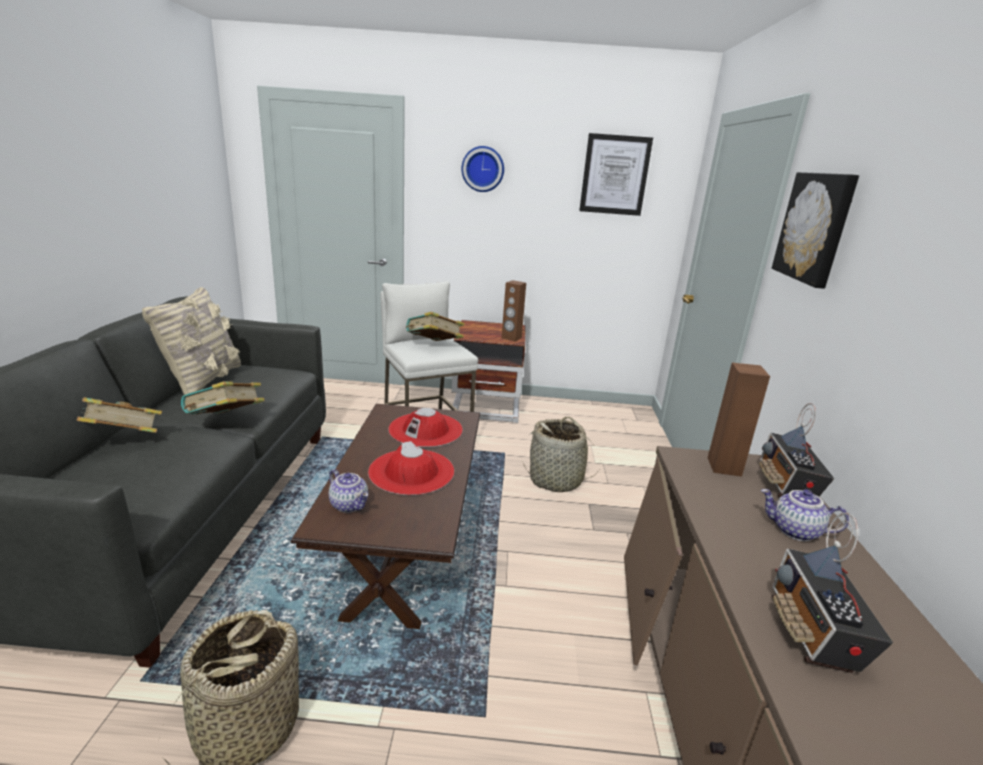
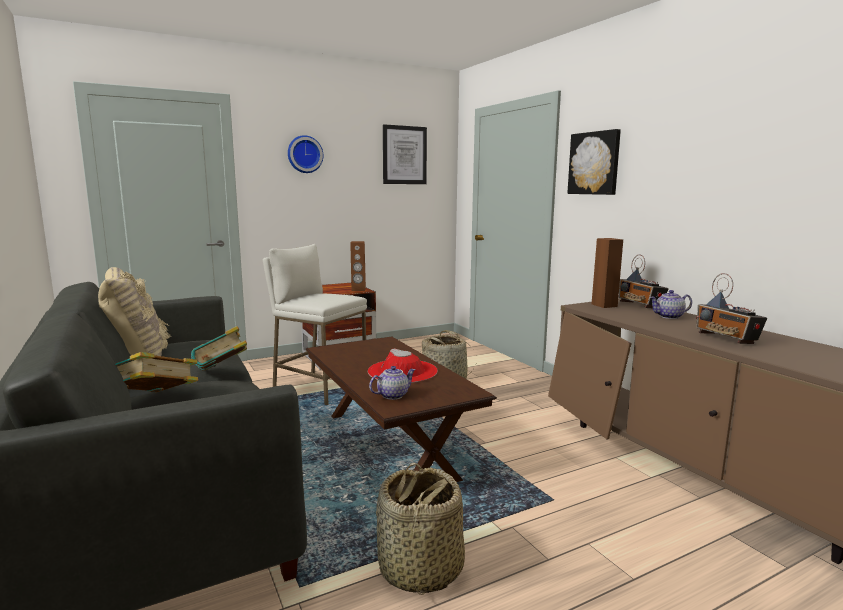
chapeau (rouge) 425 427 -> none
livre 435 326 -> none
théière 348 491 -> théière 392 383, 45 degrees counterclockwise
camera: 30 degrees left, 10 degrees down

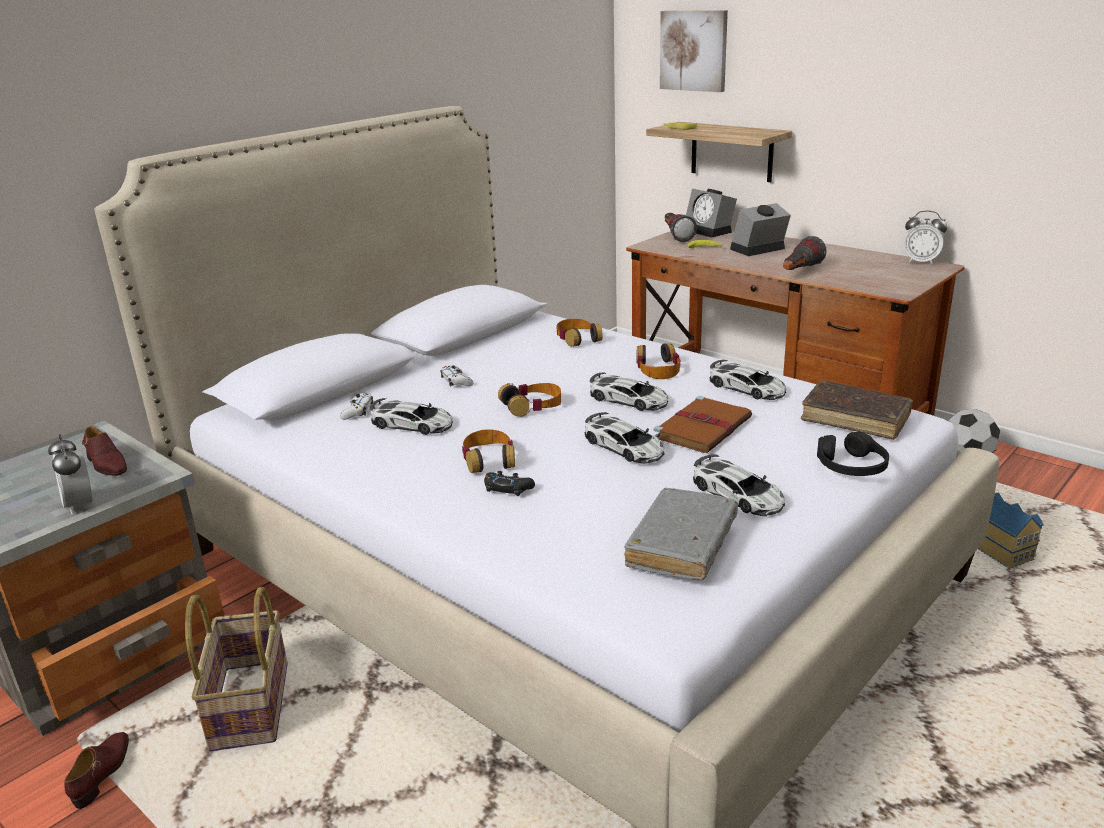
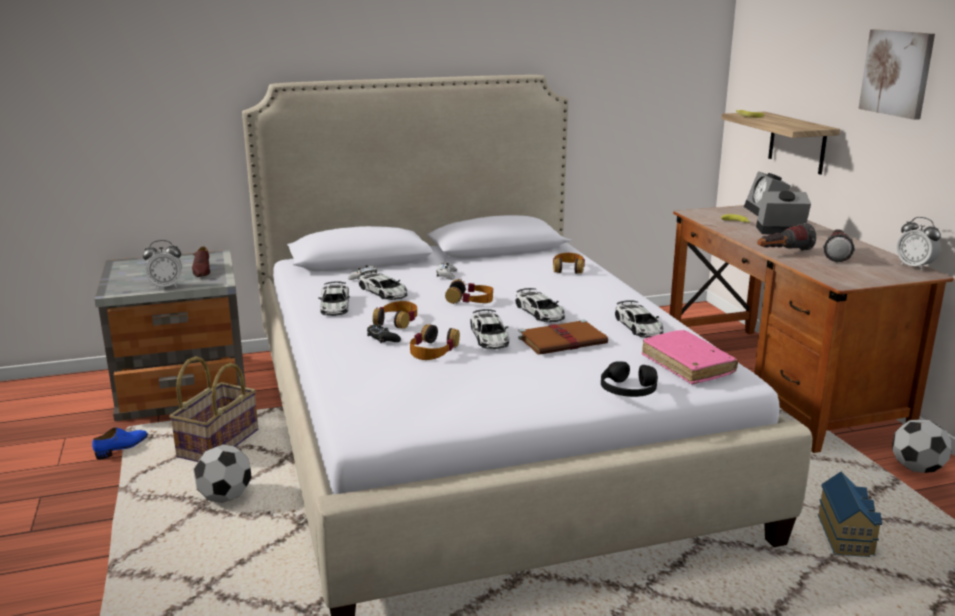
livre (gris) 681 534 -> none
none -> ballon de foot 222 473
casque audio 659 361 -> casque audio 435 342, shifted
tableau 694 51 -> tableau 896 74, shifted
lampe de poche 681 227 -> lampe de poche 839 245, shifted
petite voiture 739 485 -> petite voiture 334 298, shifted
chaussure (marron) 97 770 -> chaussure (bleu) 120 443
livre (marron) 857 410 -> livre (rose) 690 357
réveil 70 474 -> réveil 162 264, 105 degrees counterclockwise
camera: 30 degrees right, 5 degrees down

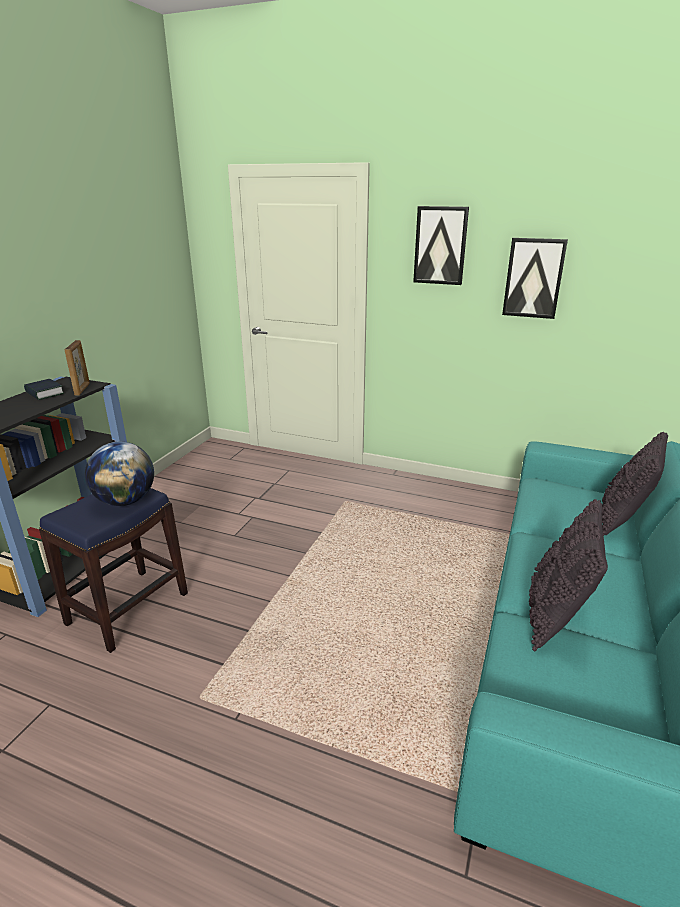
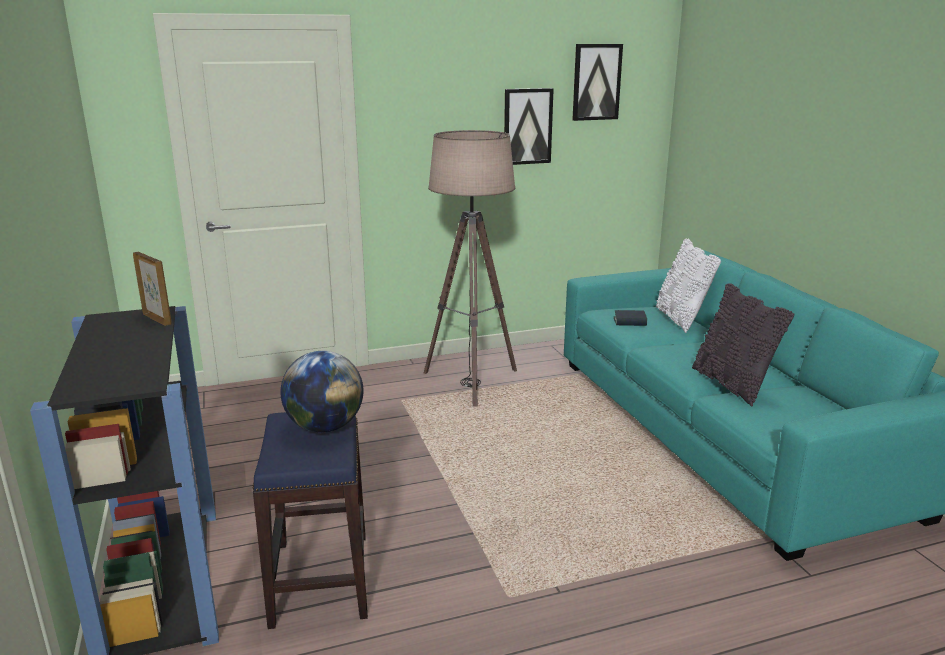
none -> lampadaire 470 268
livre 44 389 -> livre 630 318, shifted
tableau 441 245 -> tableau 597 82, shifted
coussin (noir) 635 484 -> coussin (blanc) 688 286
camera: 40 degrees left, 5 degrees down

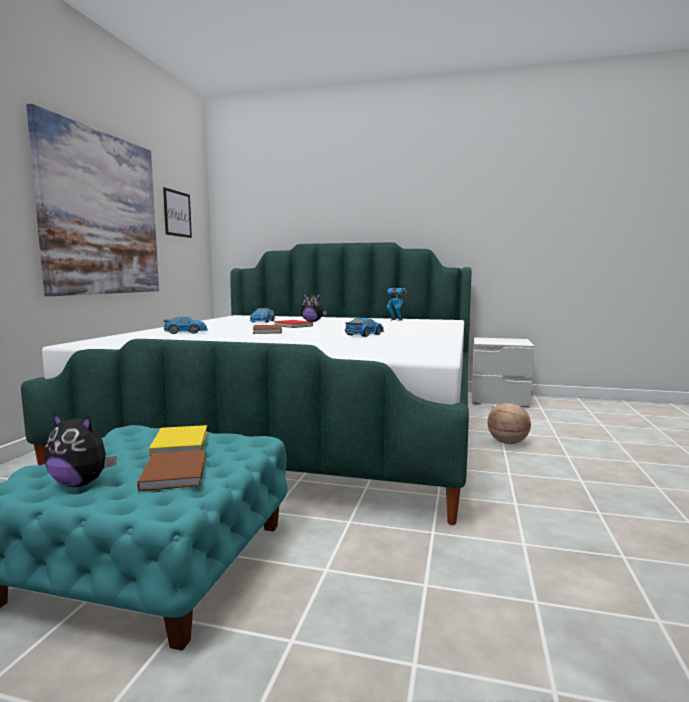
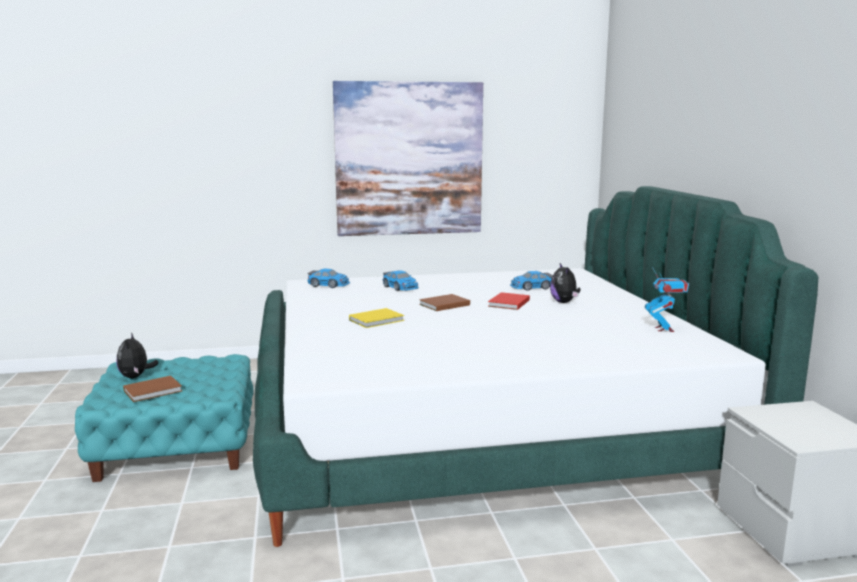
tableau 177 212 -> none
ballon de basket 509 423 -> none
livre (jaune) 178 440 -> livre (jaune) 376 318, shifted
petite voiture 364 327 -> petite voiture 328 278, shifted
camera: 65 degrees right, 5 degrees up

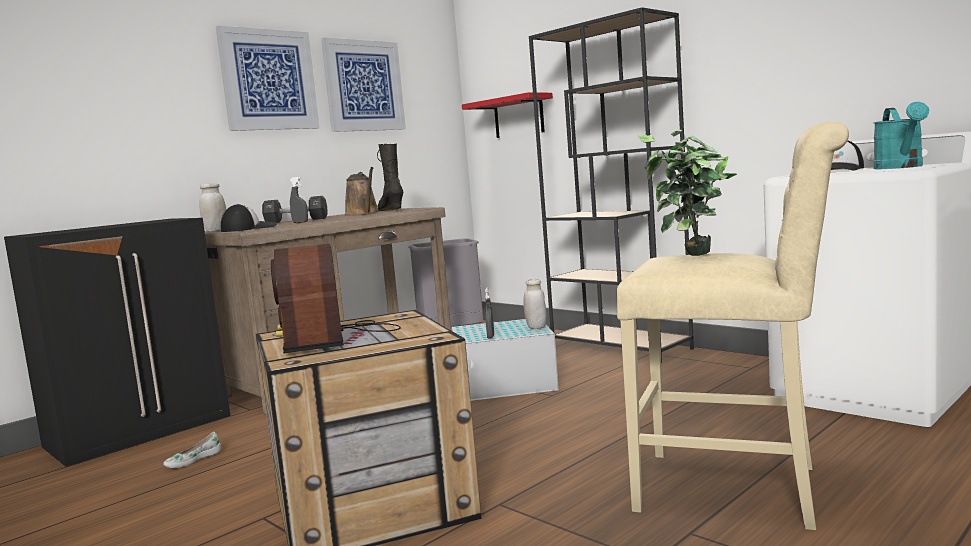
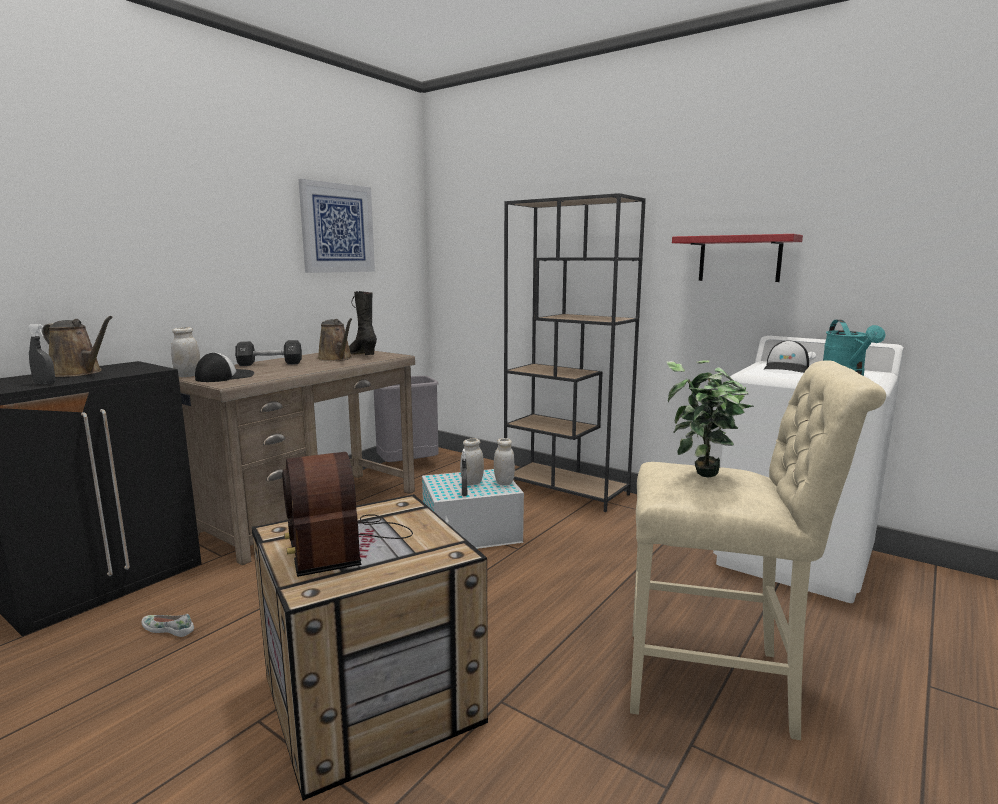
tableau 268 78 -> none
none -> arrosoir (marron) 77 346
none -> bocal (blanc) 472 461
vaporisateur (gris) 299 200 -> vaporisateur (gris) 41 354, shifted
étagère (rouge) 507 115 -> étagère (rouge) 737 258, shifted
chaussure (blanc) 192 450 -> chaussure (blanc) 167 625, 75 degrees clockwise
camera: 10 degrees left, 5 degrees up

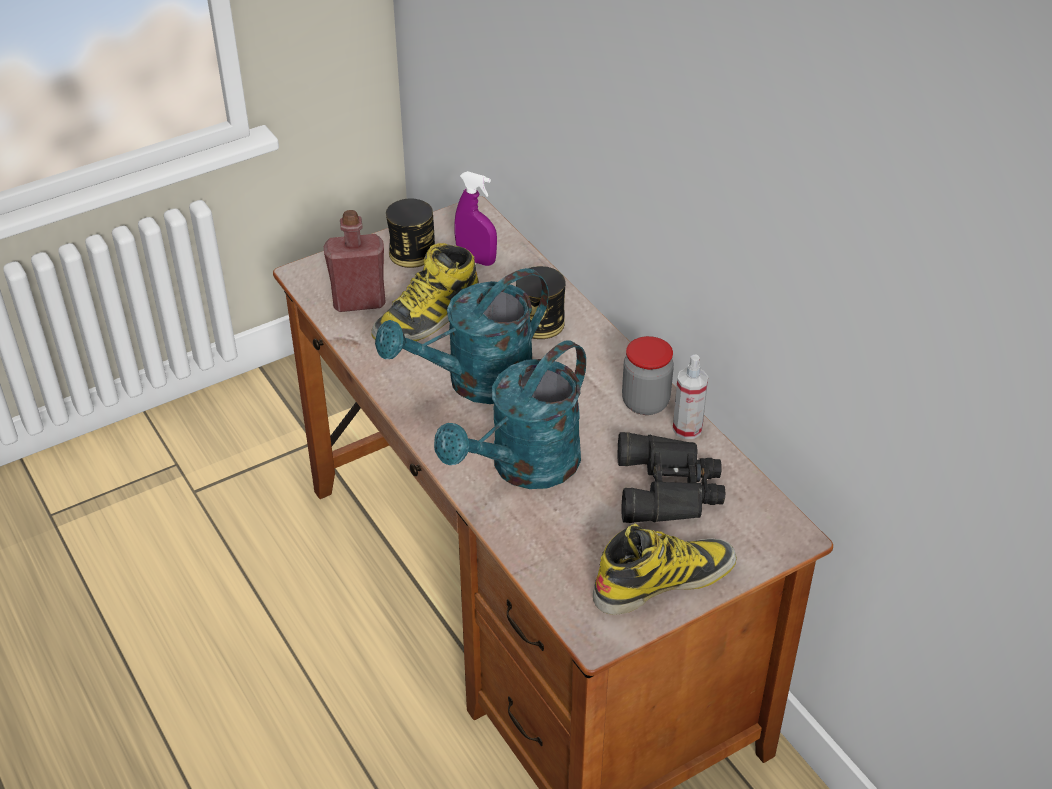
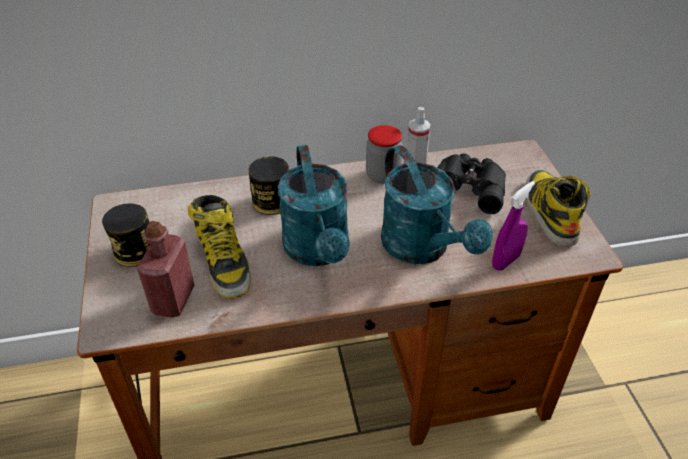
vaporisateur (violet) 475 218 -> vaporisateur (violet) 513 225, shifted
camera: 70 degrees left, 0 degrees up

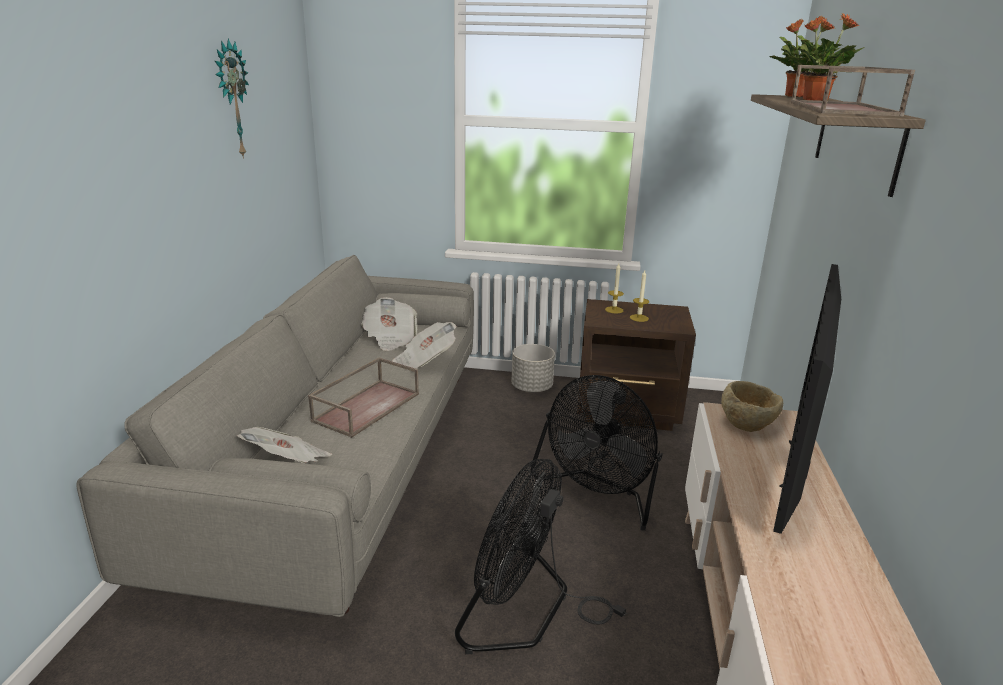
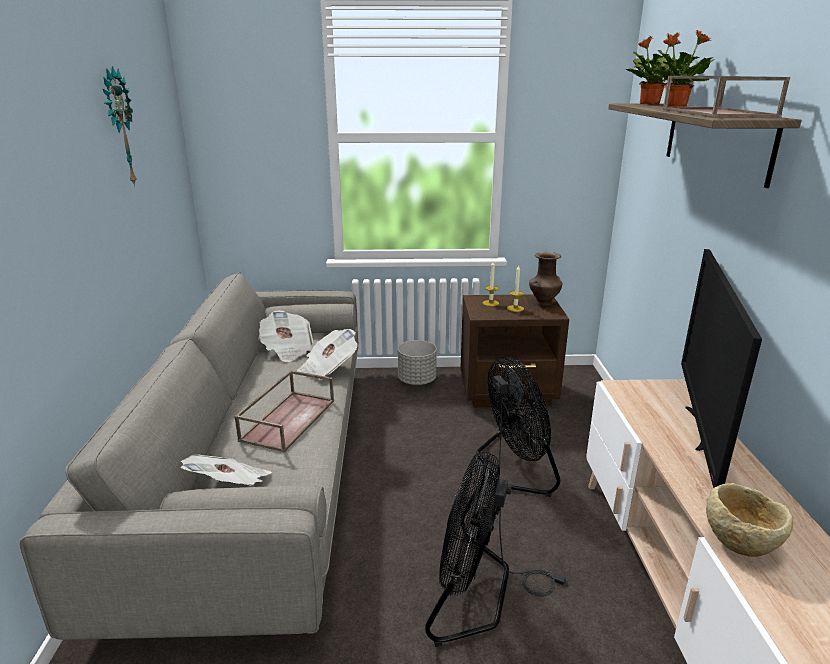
none -> vase (marron) 545 279
bol (beige) 752 406 -> bol (beige) 749 520, shifted
ventilateur (noir) 597 453 -> ventilateur (noir) 507 428, 135 degrees counterclockwise
camera: 10 degrees left, 0 degrees up

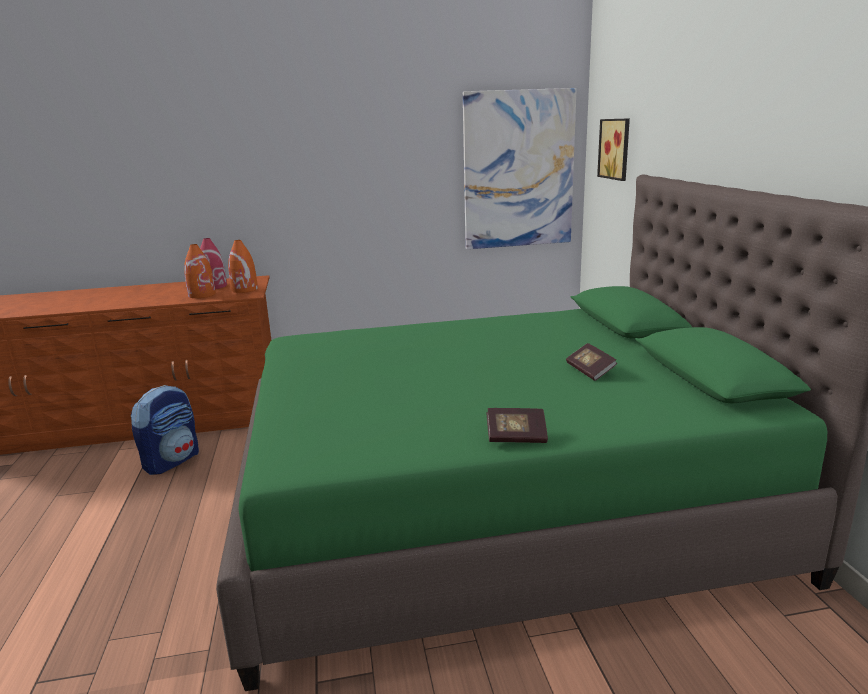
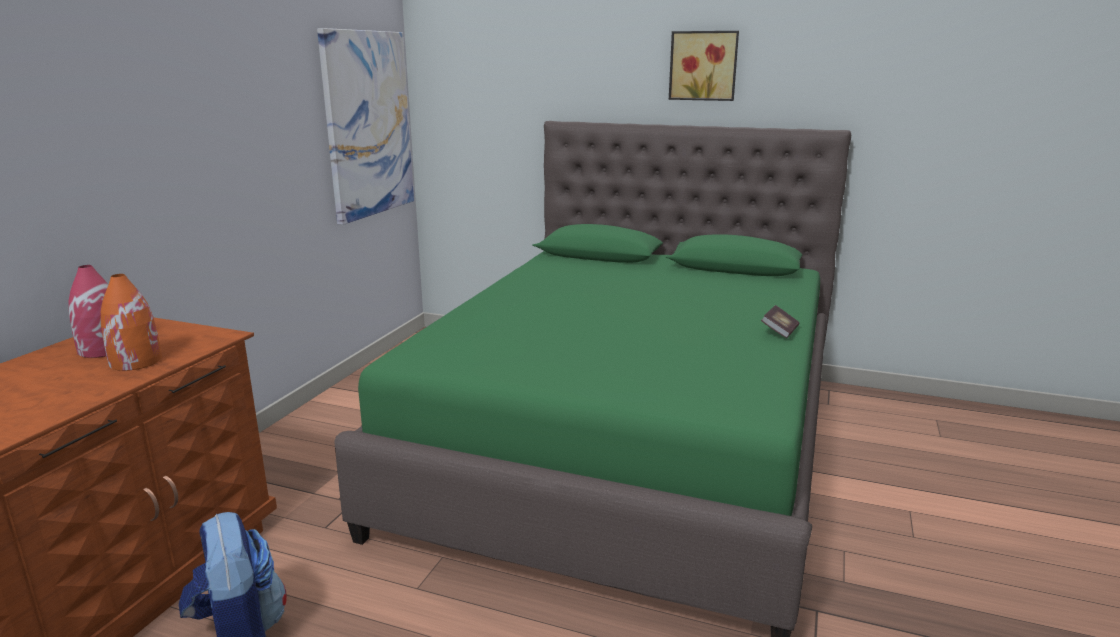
vase (orange) 243 266 -> none
livre 591 362 -> none
tableau 613 149 -> tableau 704 66, shifted
camera: 60 degrees left, 0 degrees up

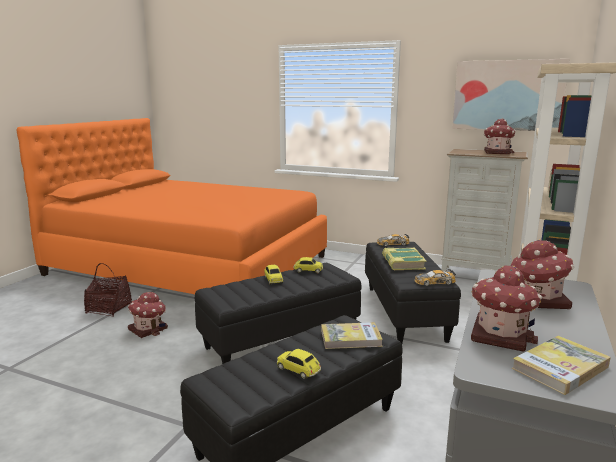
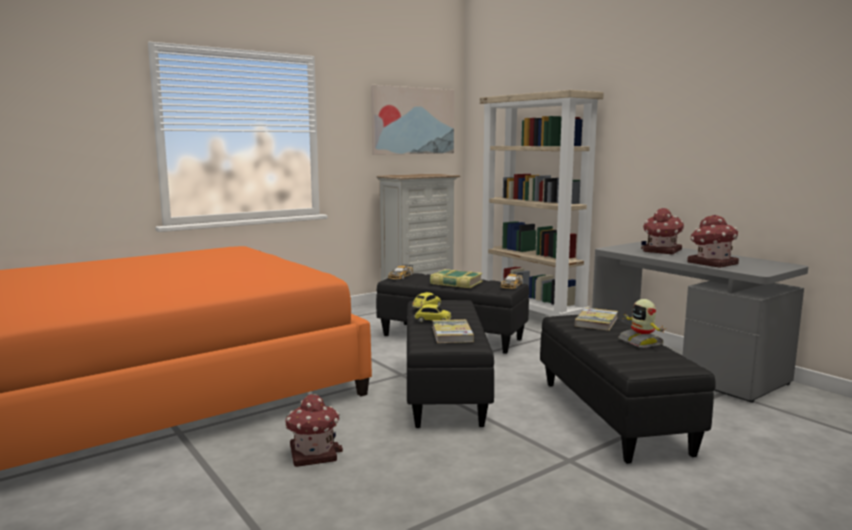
panier 108 290 -> none
maison miniature 500 136 -> none
livre 561 365 -> livre 453 331, shifted
petite voiture 299 364 -> robot jouet 641 323
camera: 60 degrees left, 5 degrees down

